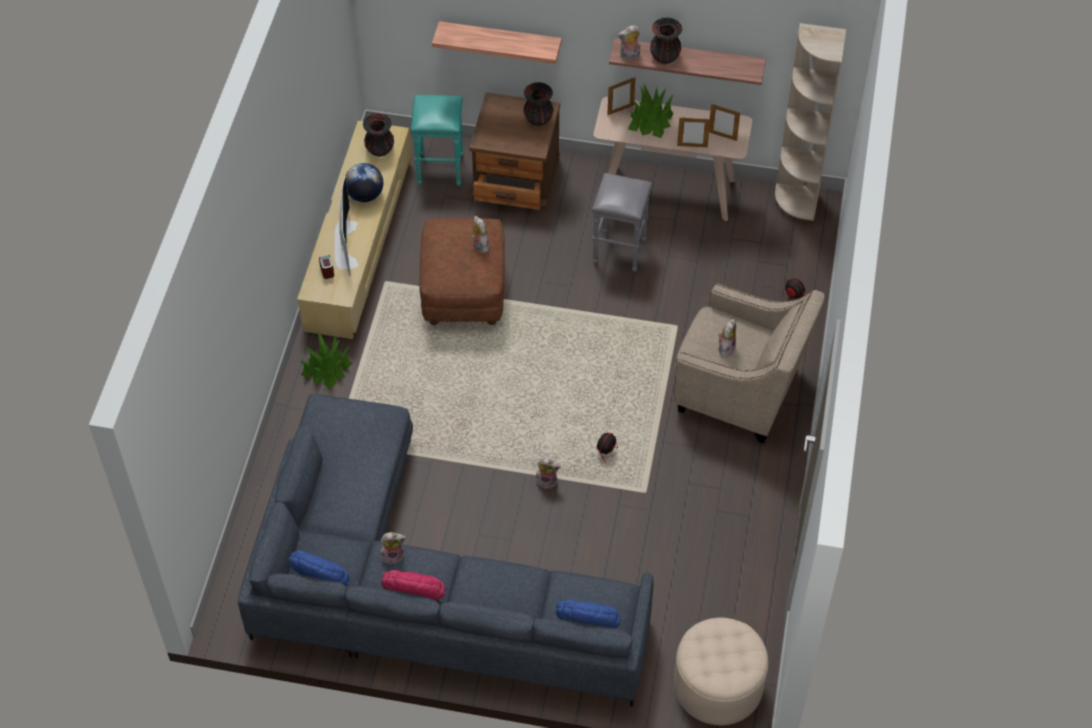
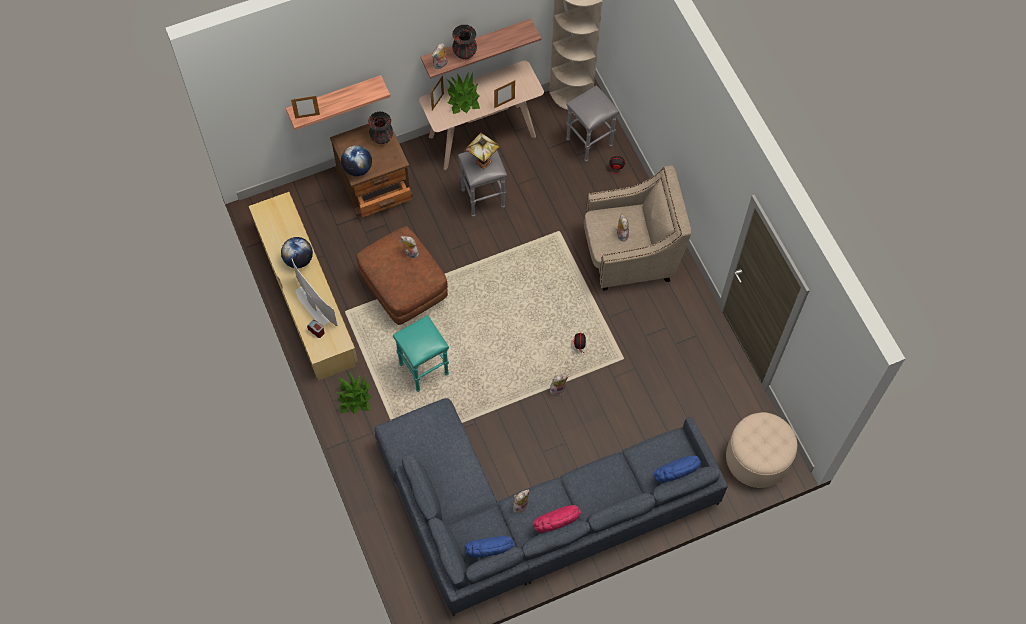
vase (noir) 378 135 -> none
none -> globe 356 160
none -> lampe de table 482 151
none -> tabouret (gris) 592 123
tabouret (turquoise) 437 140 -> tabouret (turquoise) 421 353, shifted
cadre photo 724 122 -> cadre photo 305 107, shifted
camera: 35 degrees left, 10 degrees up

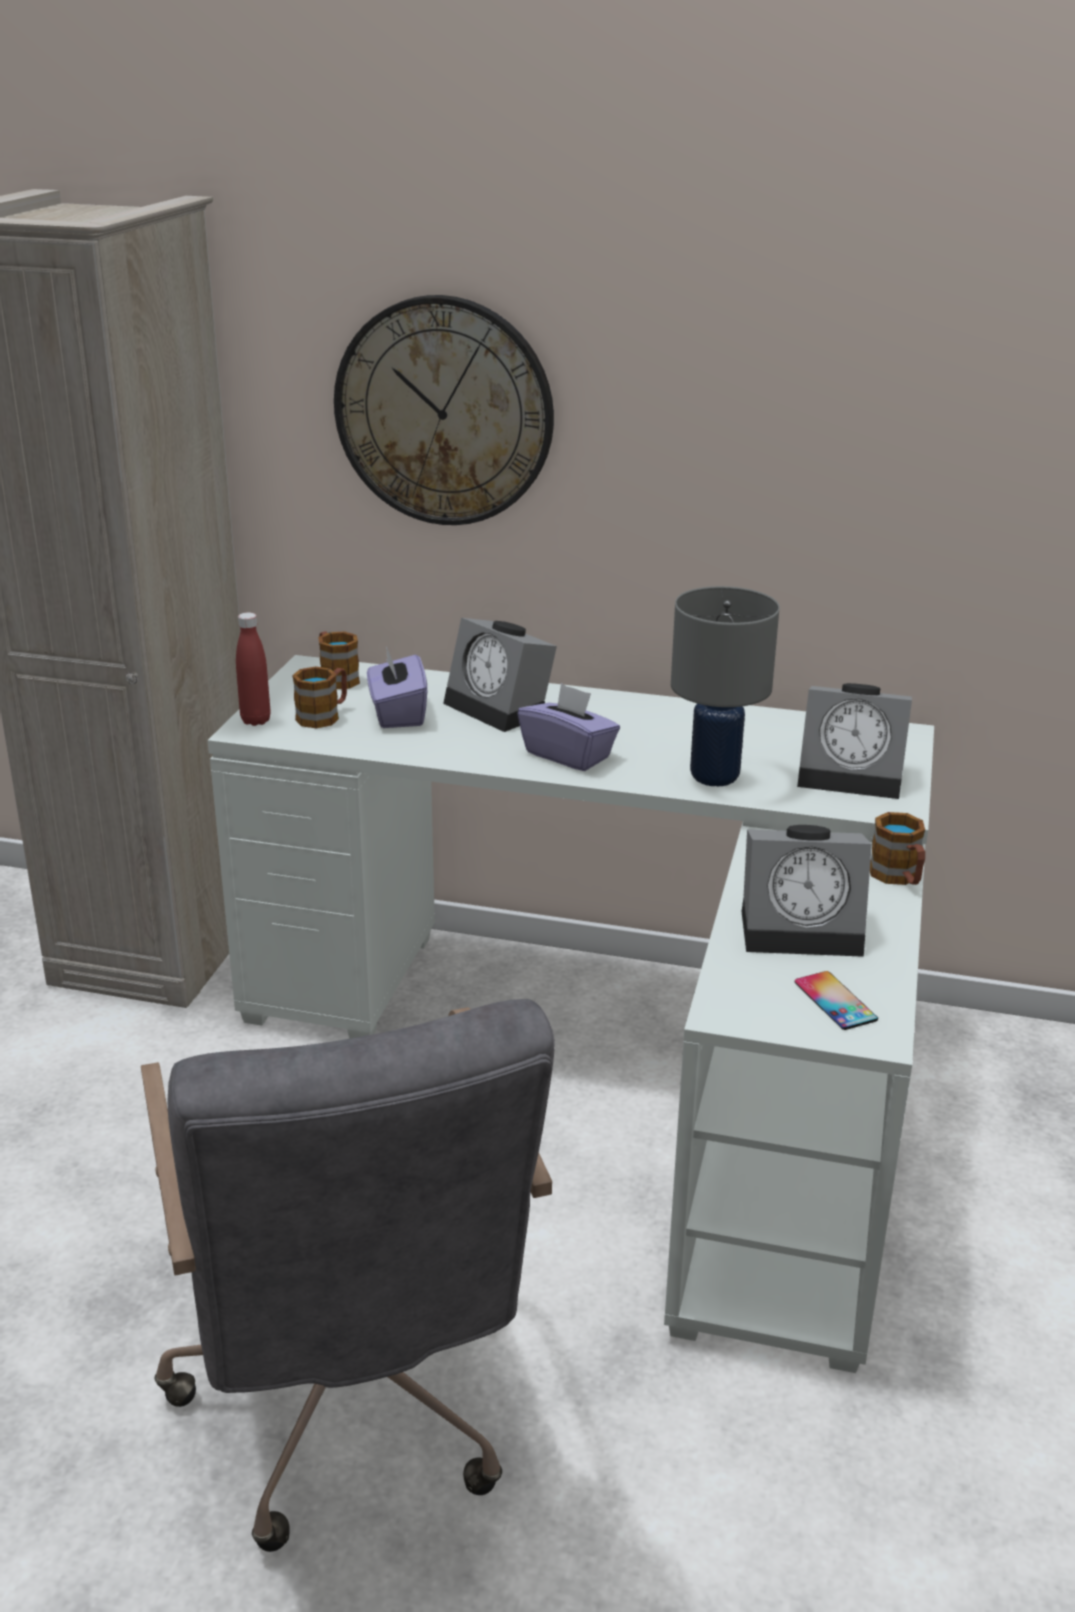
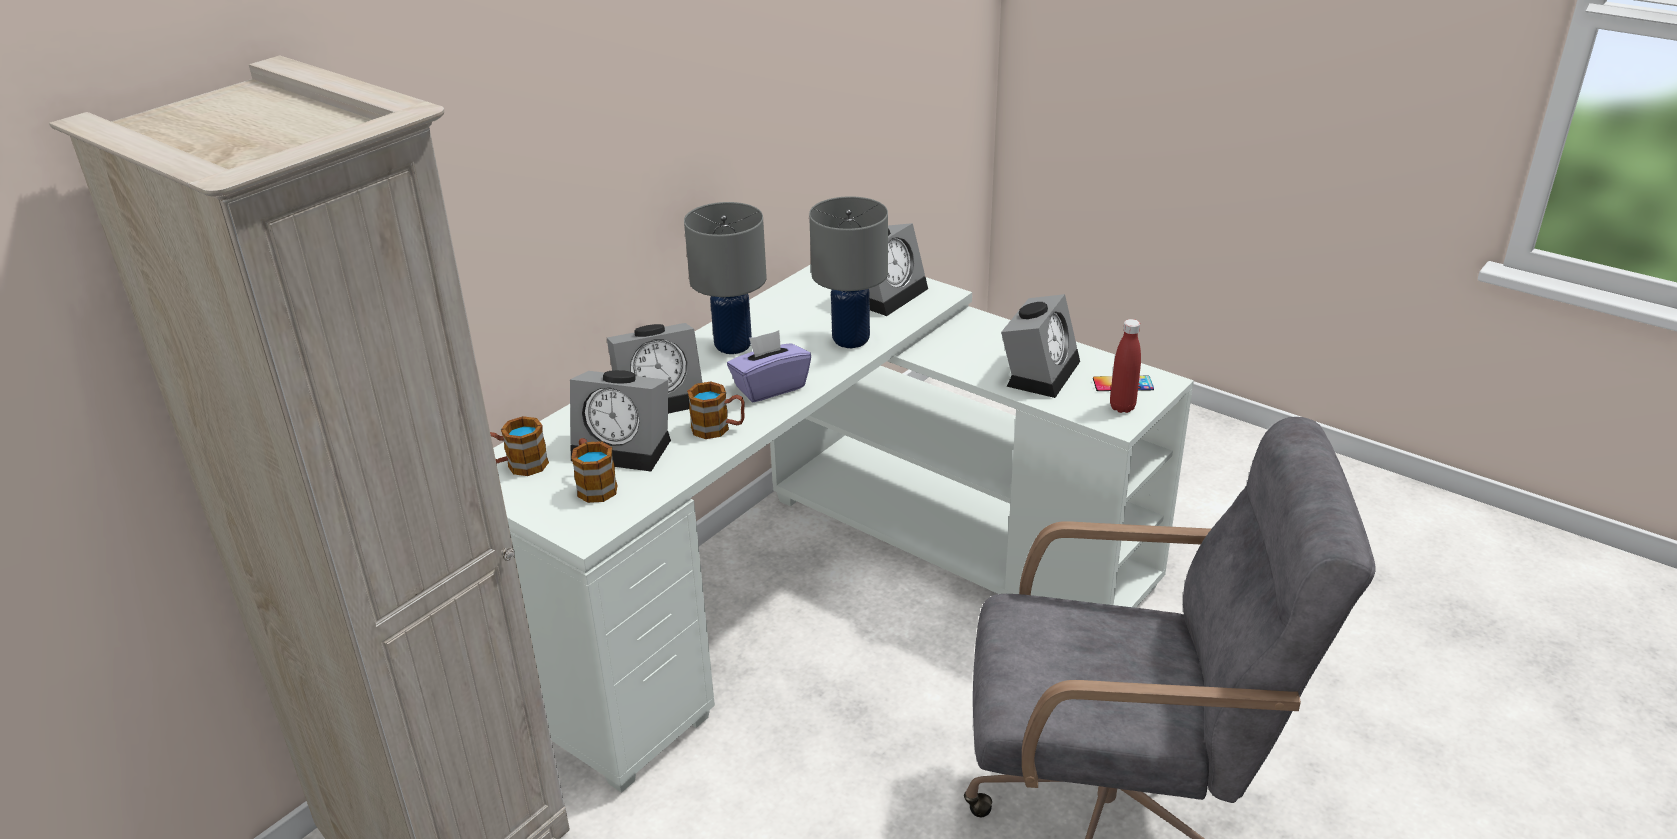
horloge murale 444 410 -> none
none -> lampe de table (gris) 725 278
bouteille (rouge) 253 669 -> bouteille (rouge) 1125 366, shifted
mug 897 848 -> mug 716 410, shifted
boîte à mouchoirs (violet) 397 687 -> réveil 620 420
camera: 65 degrees left, 5 degrees up

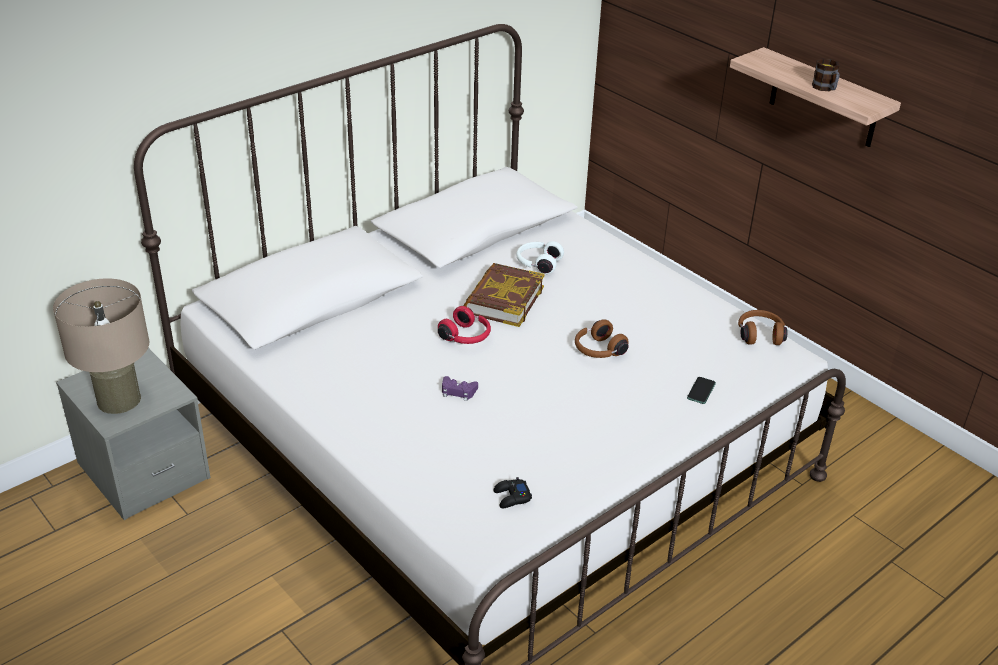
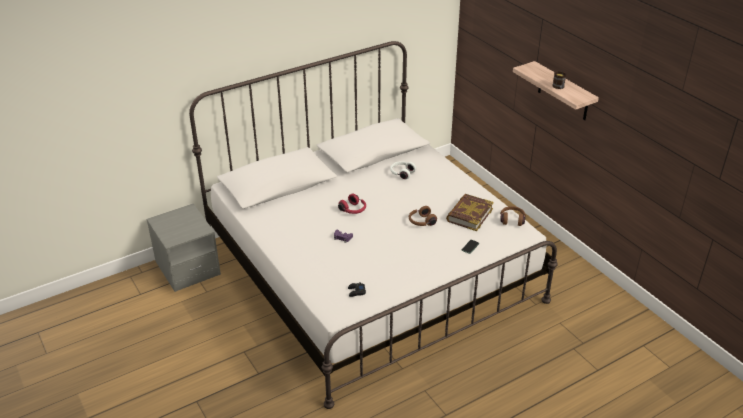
lampe de table (beige) 101 346 -> none
livre 504 295 -> livre 470 212, shifted
camera: 10 degrees right, 0 degrees up

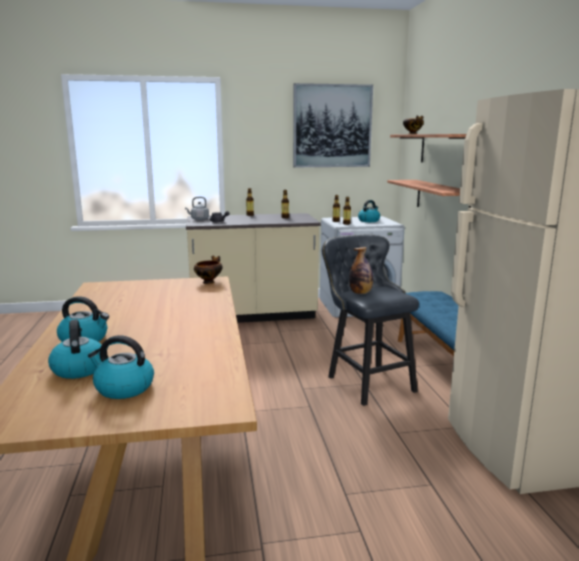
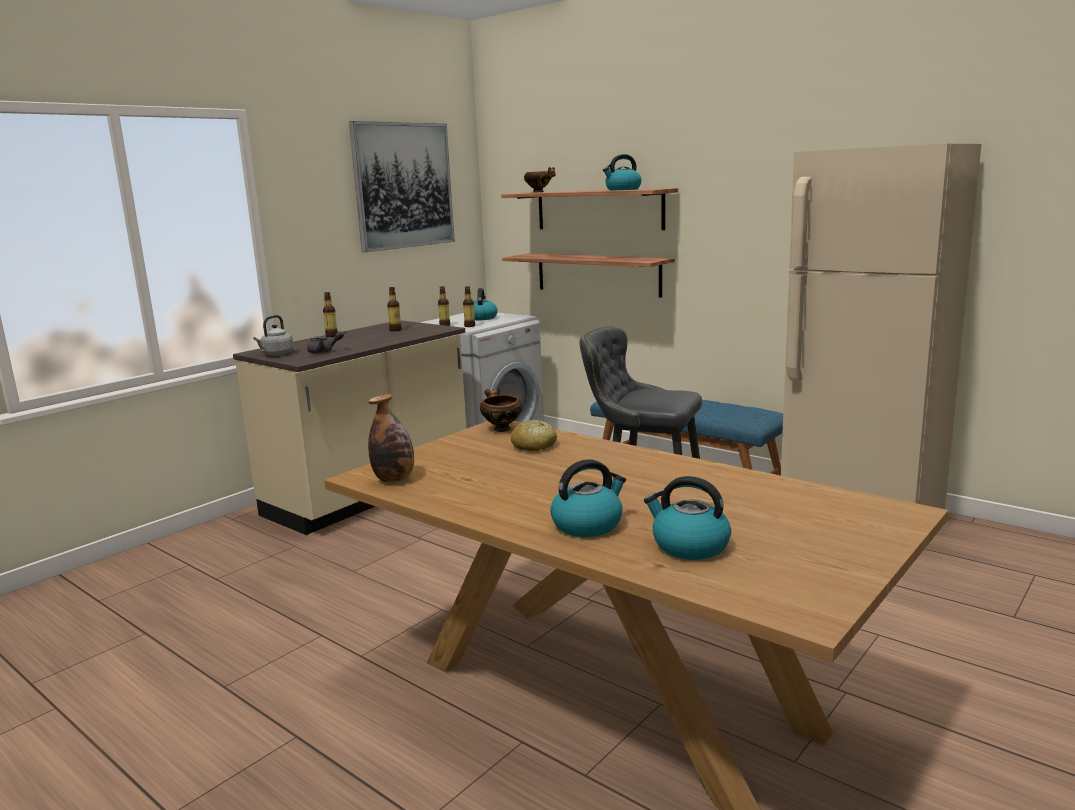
none -> pain 534 435
bouilloire 121 367 -> bouilloire 622 172, shifted
bouteille 361 270 -> bouteille 391 438, shifted
camera: 40 degrees left, 0 degrees up

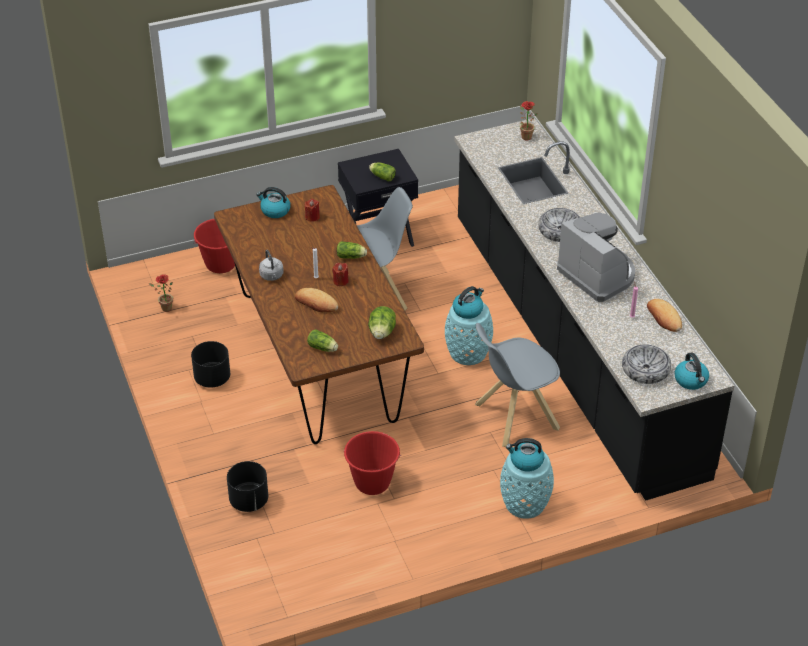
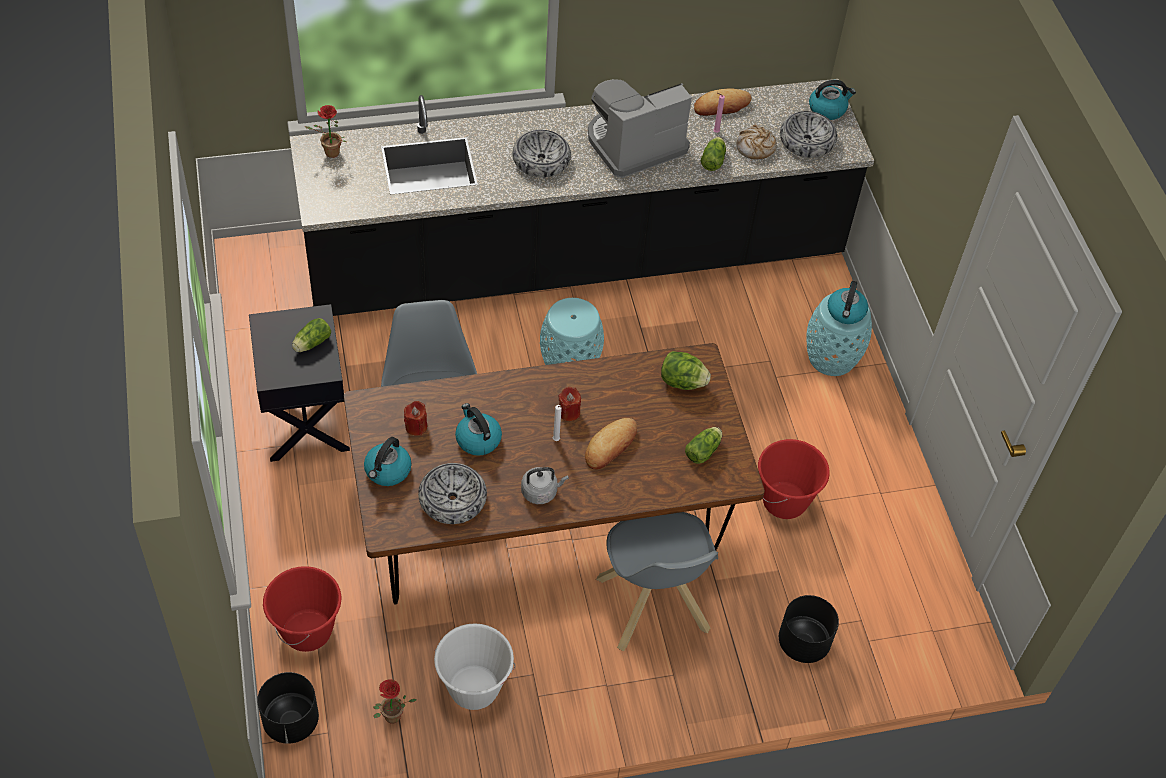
none -> bol 452 493
none -> seau (blanc) 475 666
none -> pain 757 142
cache-pot (noir) 210 364 -> cache-pot (noir) 288 708, shifted
laitue 352 250 -> laitue 713 154, shifted
bouilloire 468 302 -> bouilloire 478 429, shifted
chaise (gris) 517 385 -> chaise (gris) 657 582, shifted
camera: 85 degrees left, 10 degrees up

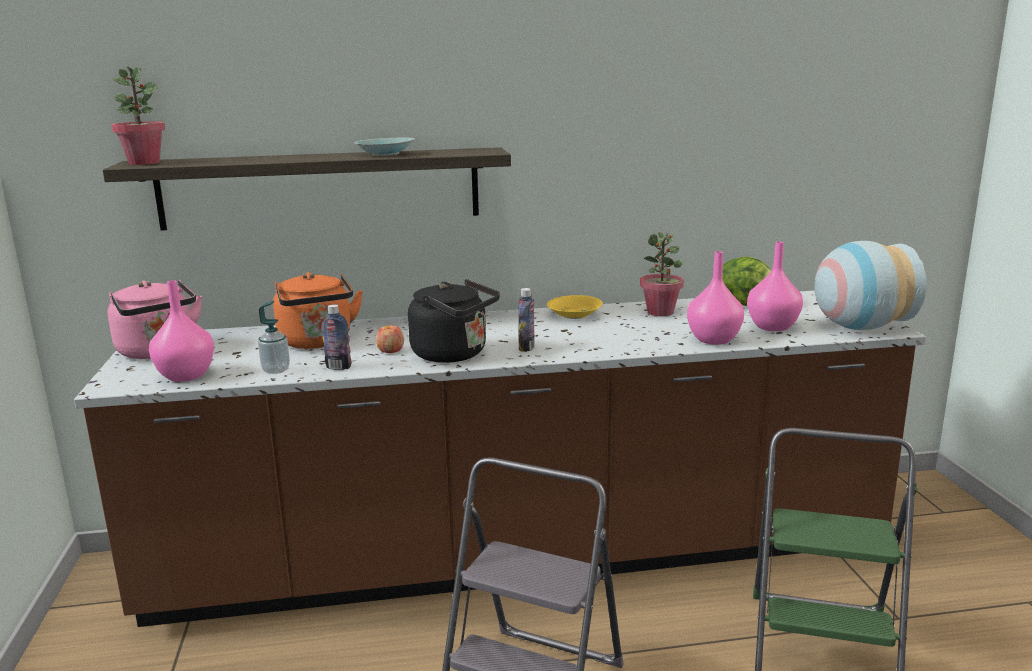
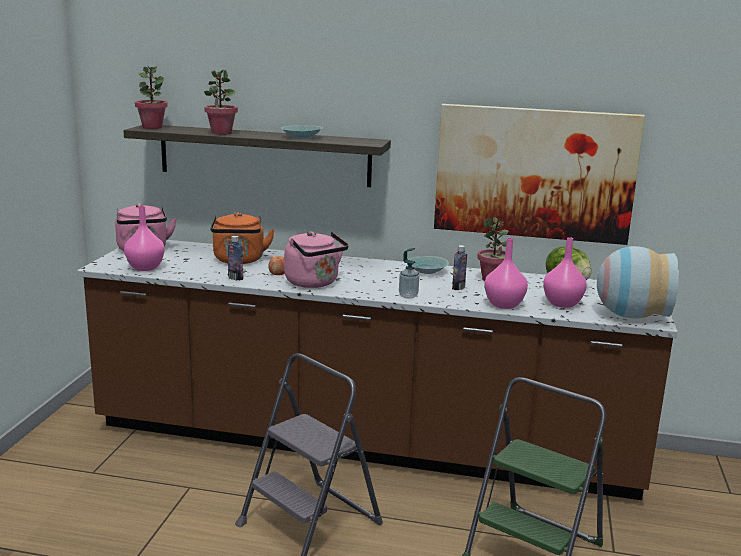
none -> plante en pot 221 102
none -> tableau 539 174
distributeur de savon 274 337 -> distributeur de savon 409 273, shifted
bouteille 526 320 -> bouteille 459 267, shifted
bouilloire (noir) 454 321 -> bouilloire (rose) 316 259
bol (jaune) 575 307 -> bol (turquoise) 428 265
camera: 20 degrees right, 0 degrees up

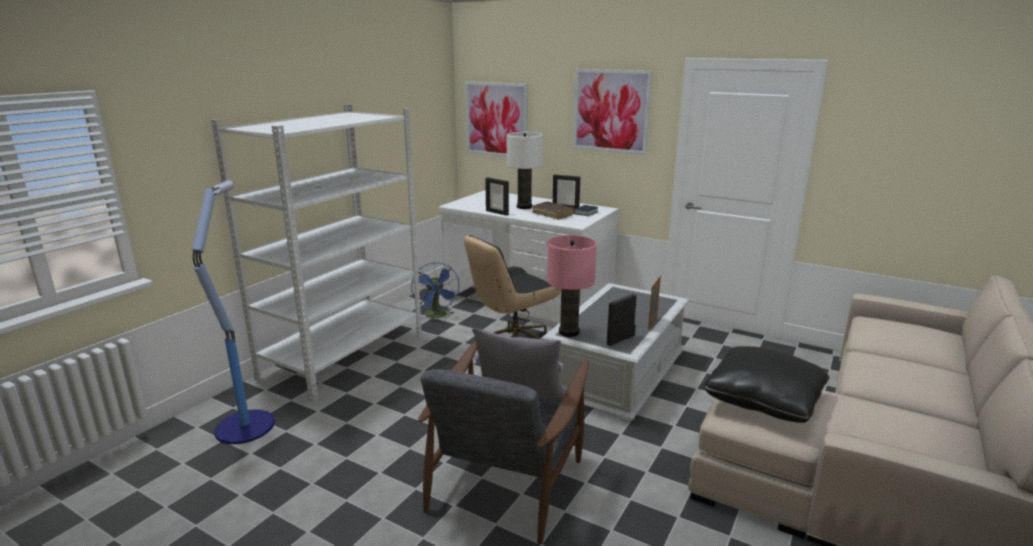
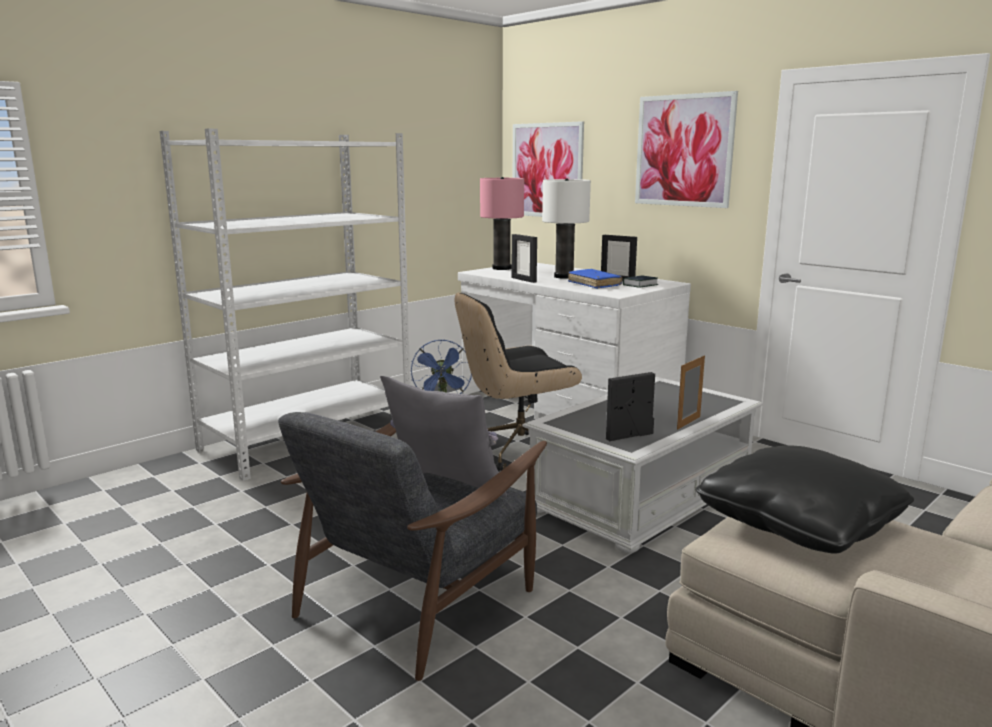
lampadaire 233 312 -> none
lampe de table (rose) 572 286 -> lampe de table (rose) 502 223, shifted
livre (marron) 553 211 -> livre (bleu) 595 279
camera: 15 degrees right, 5 degrees down

